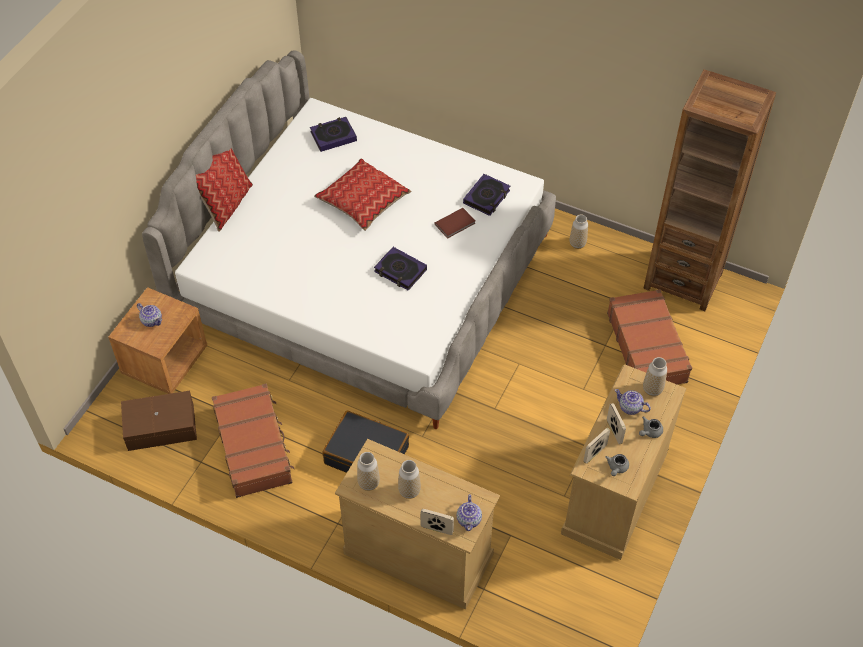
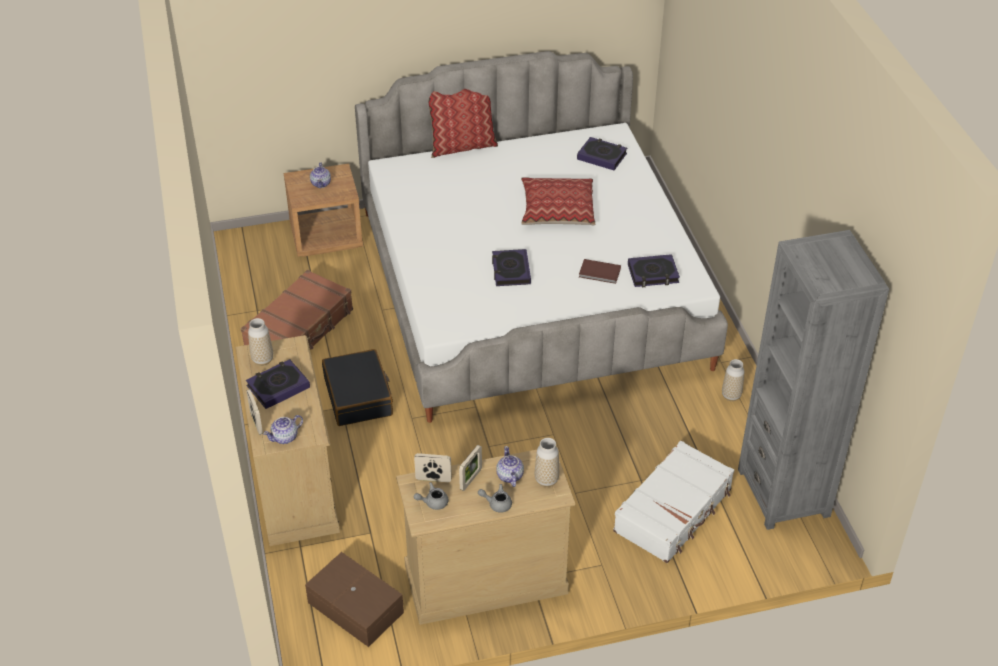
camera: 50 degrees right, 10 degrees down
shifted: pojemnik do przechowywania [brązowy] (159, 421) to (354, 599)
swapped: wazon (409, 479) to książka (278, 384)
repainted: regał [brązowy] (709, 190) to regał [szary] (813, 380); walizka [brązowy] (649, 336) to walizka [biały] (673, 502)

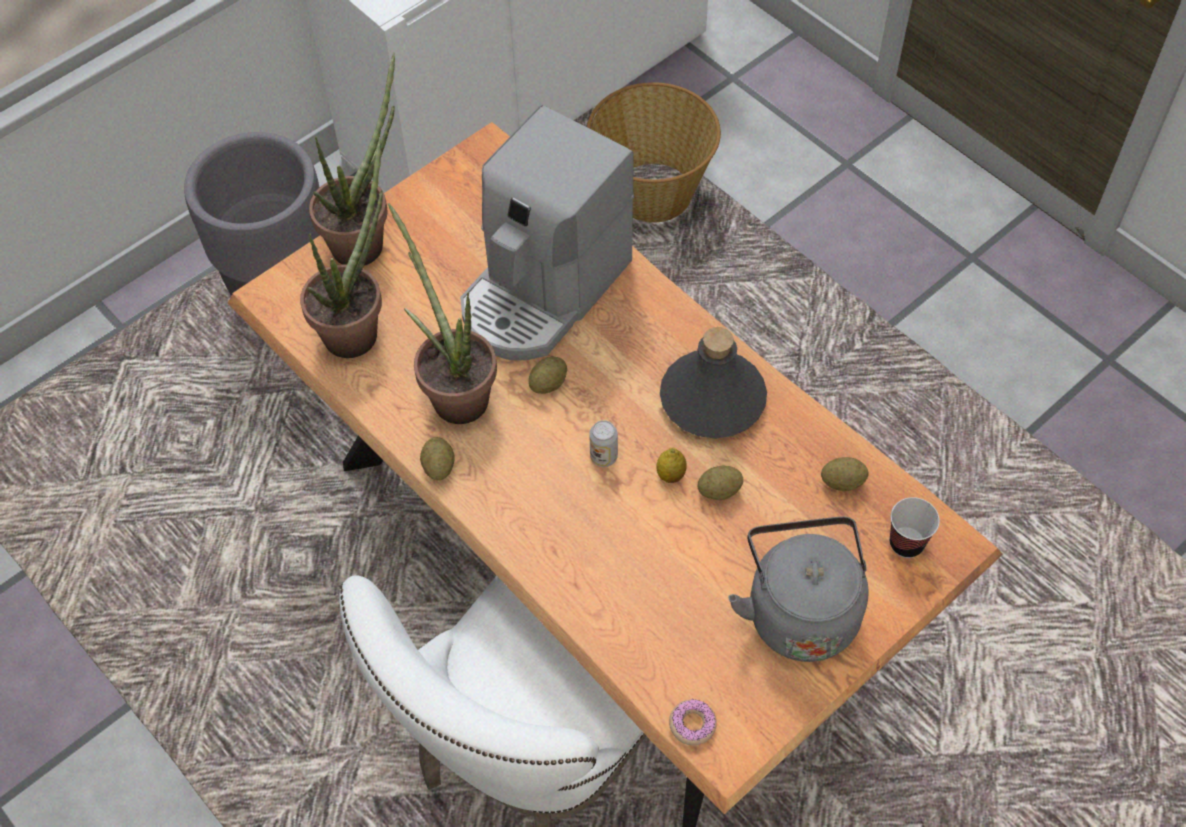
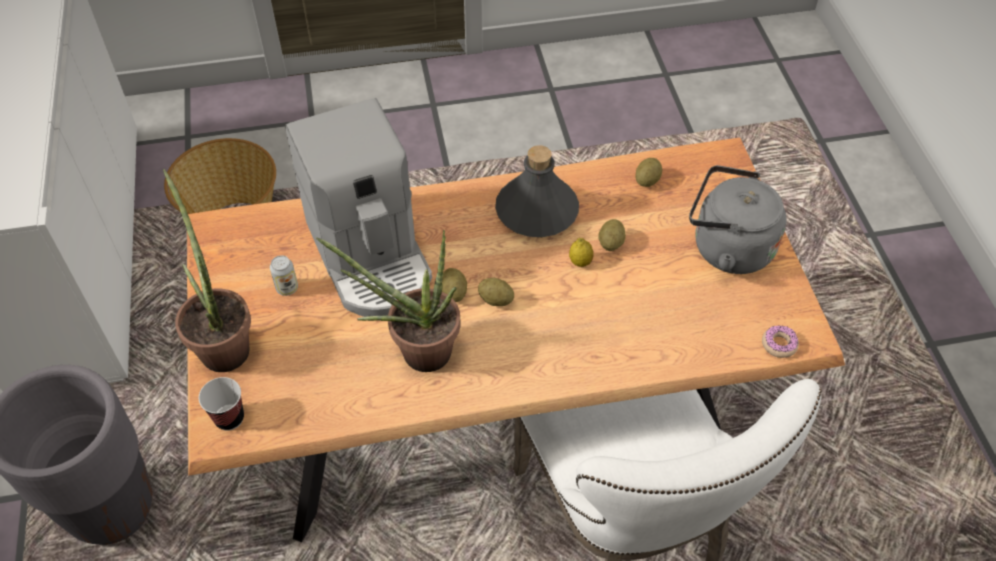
camera: 60 degrees left, 5 degrees down
gone: roślina doniczkowa (341, 247)
shifted: puszka (603, 443) to (284, 275); ziemniak (437, 459) to (496, 292); filiżanka (915, 527) to (221, 404)

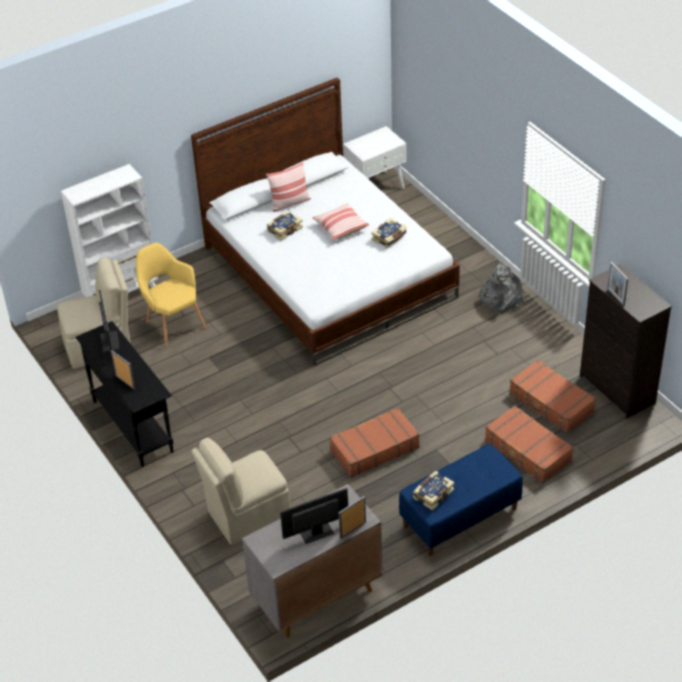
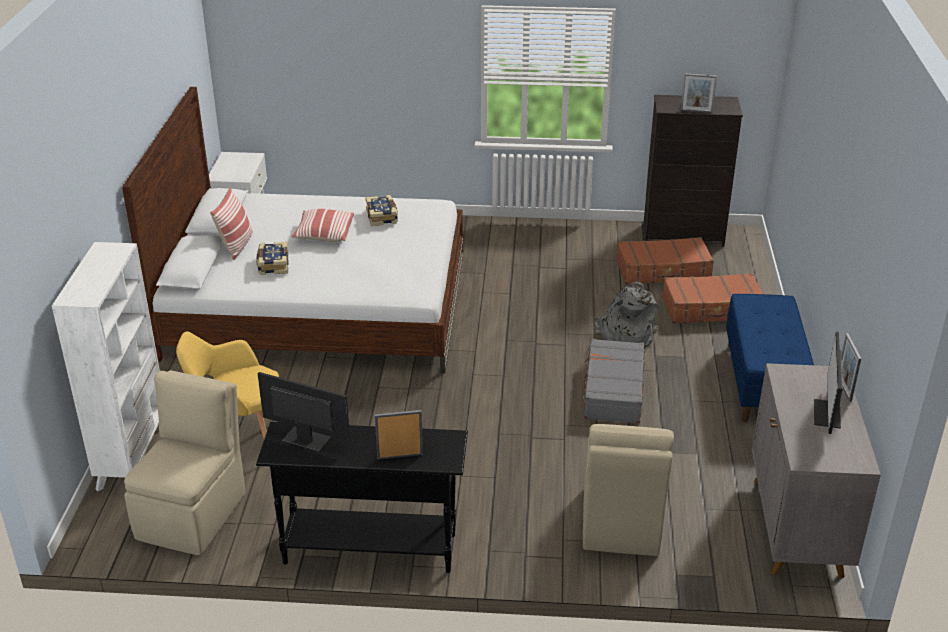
camera: 55 degrees left, 10 degrees down
gone: książka (434, 491)
shifted: plecak [szary] (500, 287) to (627, 314)
repainted: walizka [brązowy] (375, 442) to walizka [szary] (612, 381)

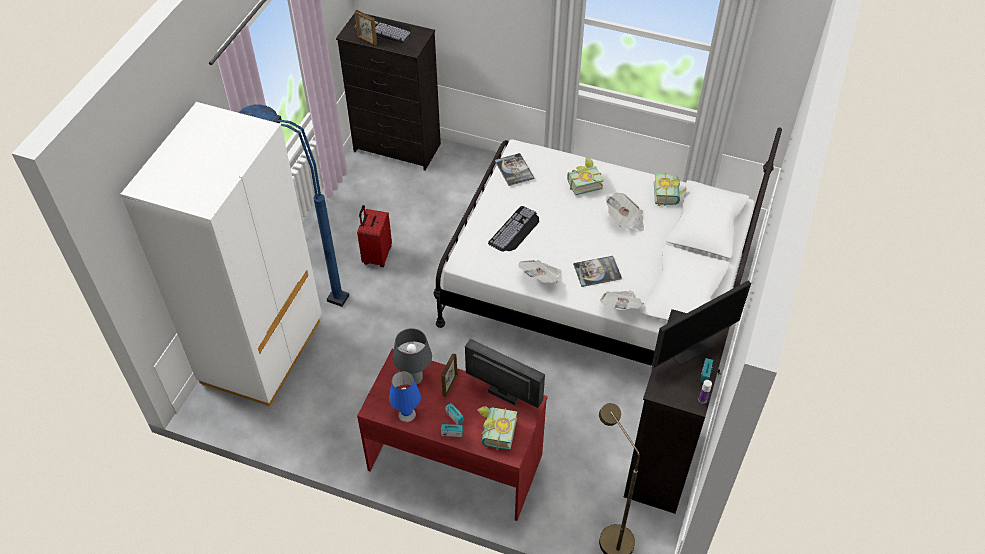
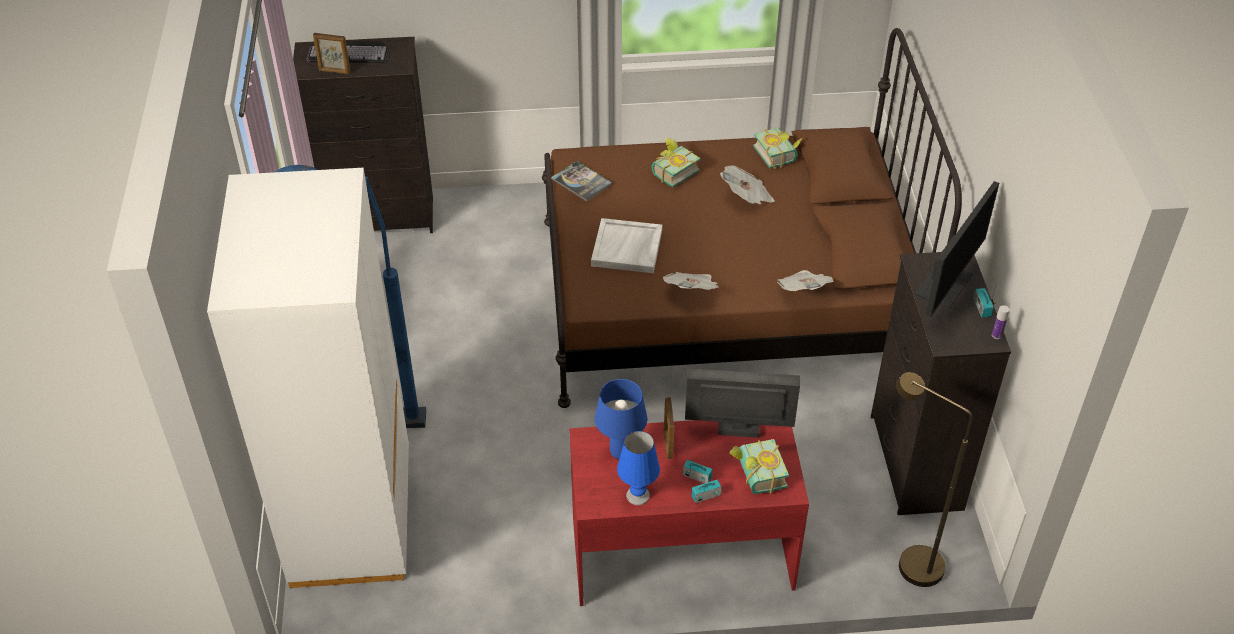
camera: 25 degrees left, 5 degrees down
gone: walizka [czerwony] (374, 236); książka (597, 271)
swapped: klawiatura (513, 229) to taca [biały] (626, 245)
repainted: łóżko [biały] (607, 247) to łóżko [brązowy] (752, 218); lampa stołowa [szary] (412, 356) to lampa stołowa [niebieski] (621, 419)

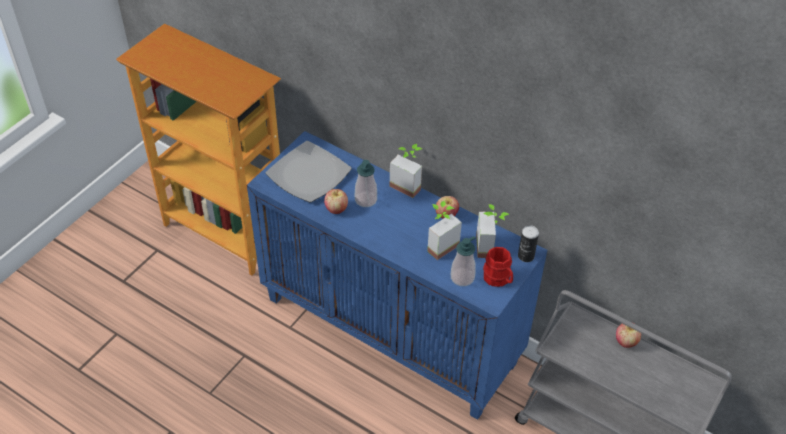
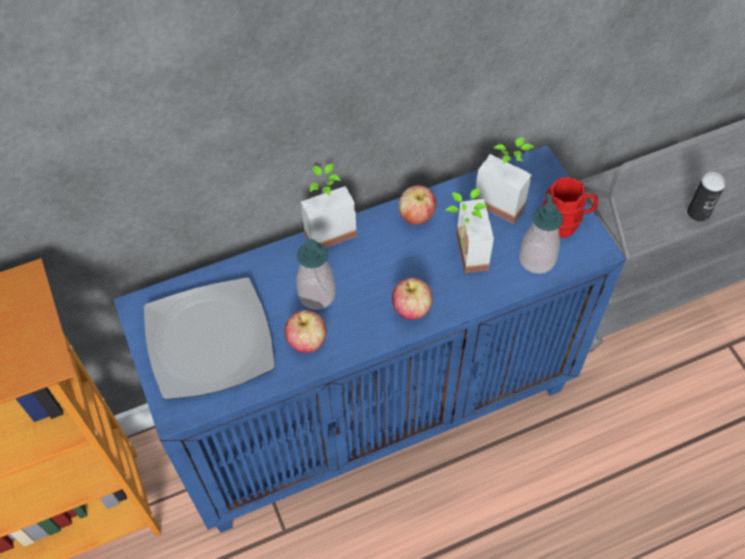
camera: 55 degrees left, 10 degrees up
shifted: puszka (528, 243) to (706, 197); jabłko (628, 336) to (412, 299)

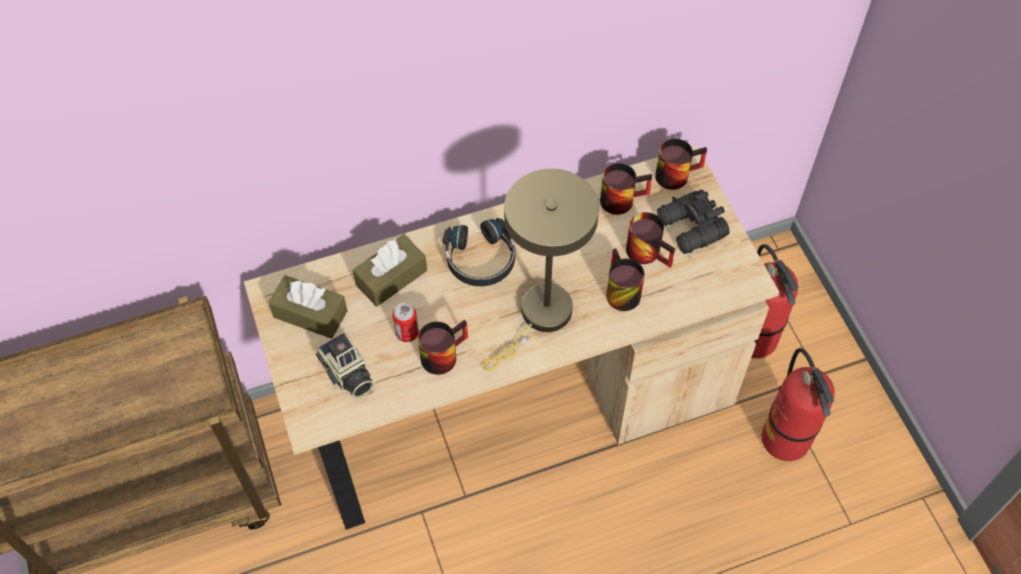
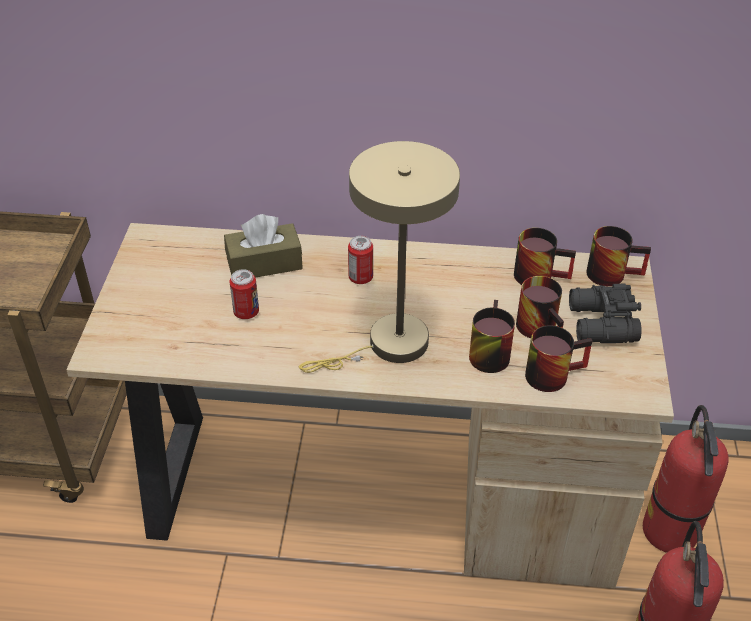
camera: 25 degrees right, 15 degrees down
gone: pudełko chusteczek [brązowy] (308, 307); aparat fotograficzny (345, 365)
shifted: kubek (443, 347) to (558, 358)
swapped: słuchawki [czarny] (479, 252) to puszka (360, 260)

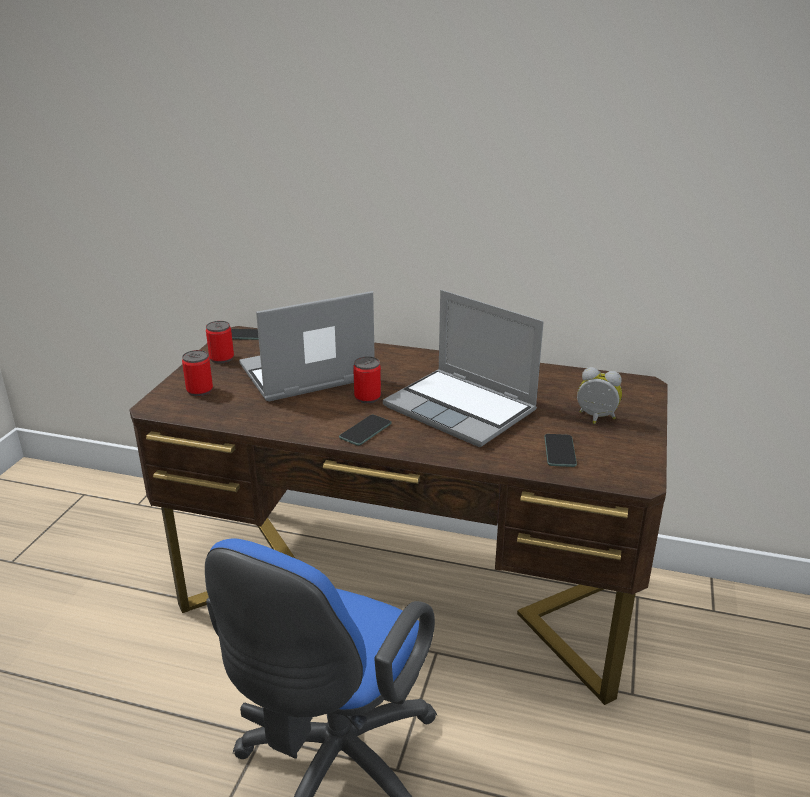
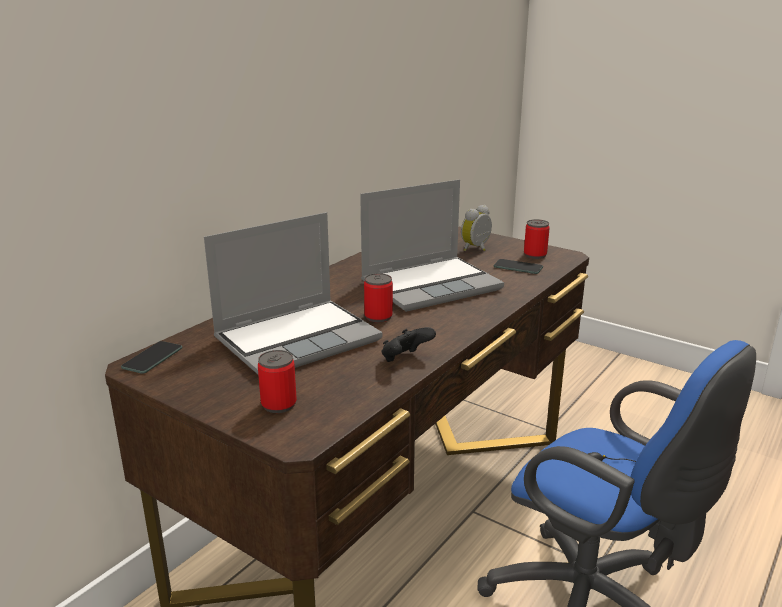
camera: 70 degrees left, 5 degrees down
gone: telefon (365, 430)
new: pad do gier [czarny] (409, 344)
shifted: puszka (220, 342) to (537, 239)
rotated: laptop (307, 346) = (293, 293) 120 degrees counterclockwise

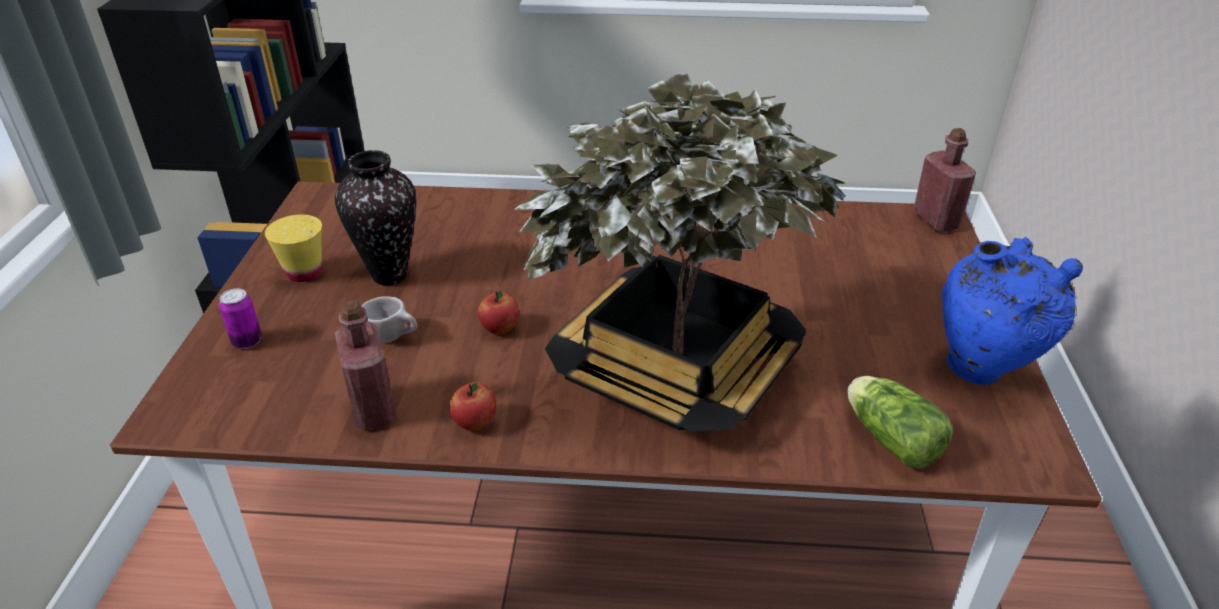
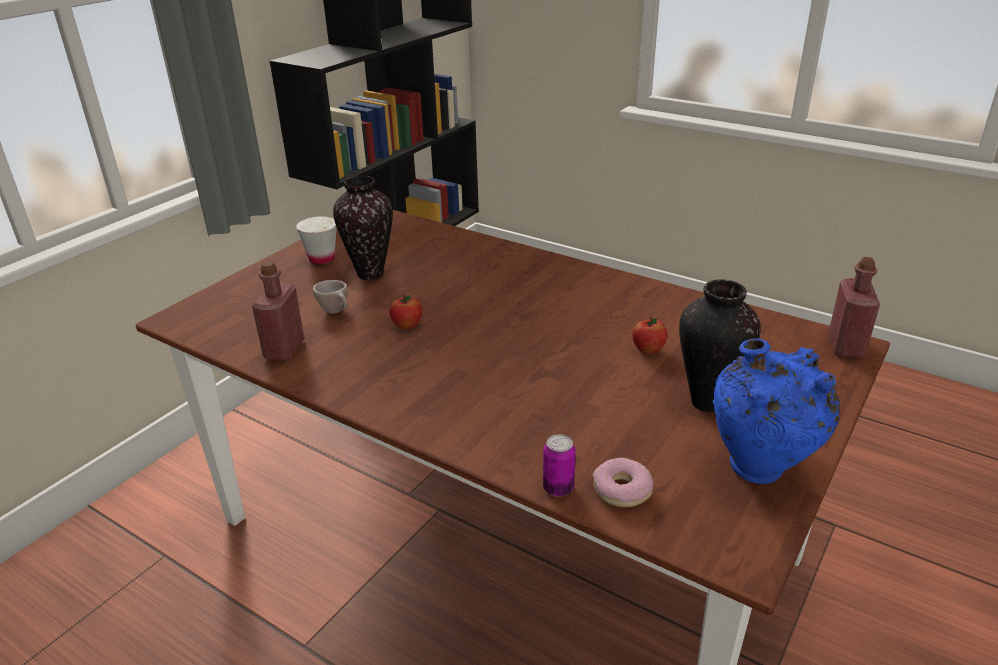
camera: 30 degrees right, 5 degrees down
gone: roślina doniczkowa (679, 252)
new: wazon (720, 345)
shifted: puszka (240, 318) to (559, 465); jabłko (472, 406) to (649, 335)
swapped: sałata (900, 422) to donut (623, 482)
repainted: filiżanka [żółty] (293, 248) to filiżanka [biały] (316, 240)

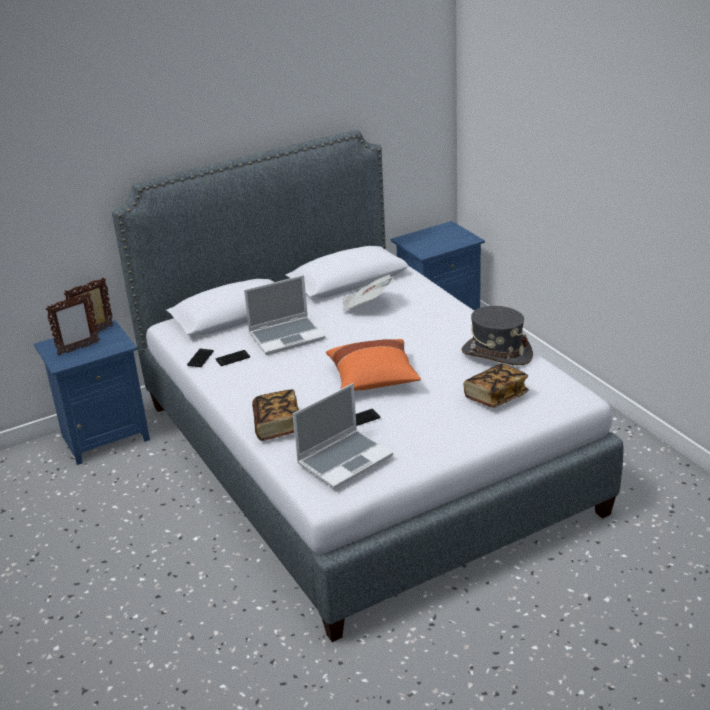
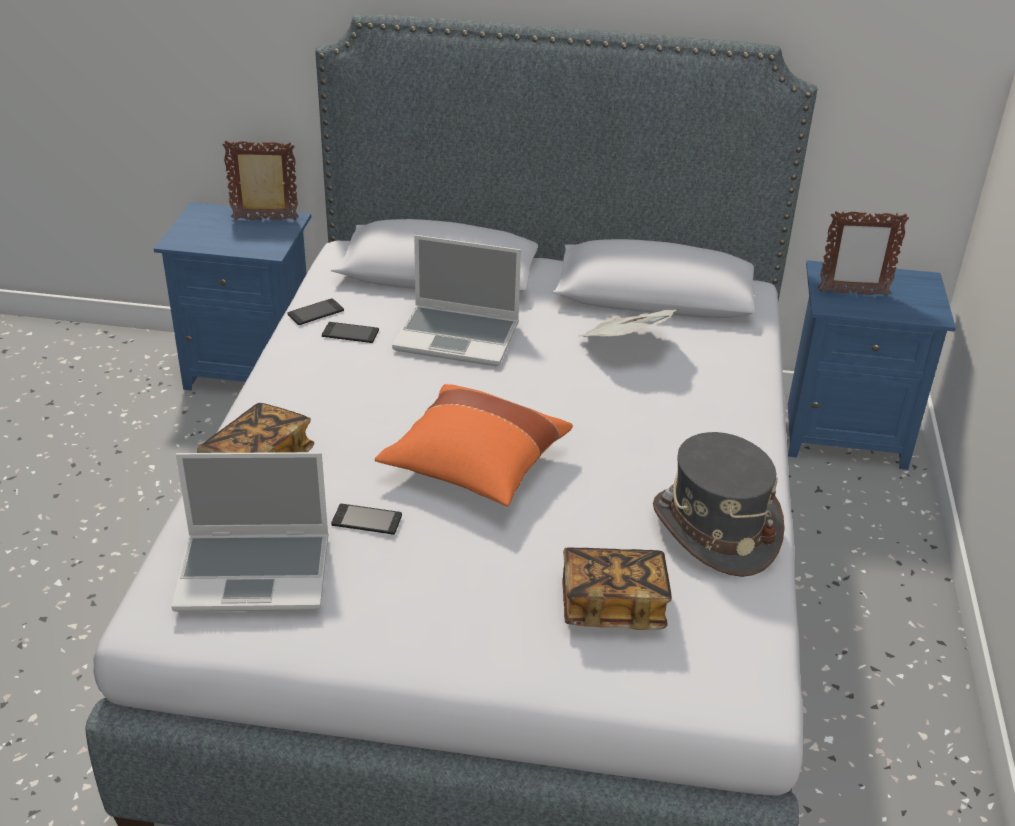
camera: 35 degrees right, 5 degrees up
shifted: ramka na zdjęcie (72, 324) to (863, 253)

